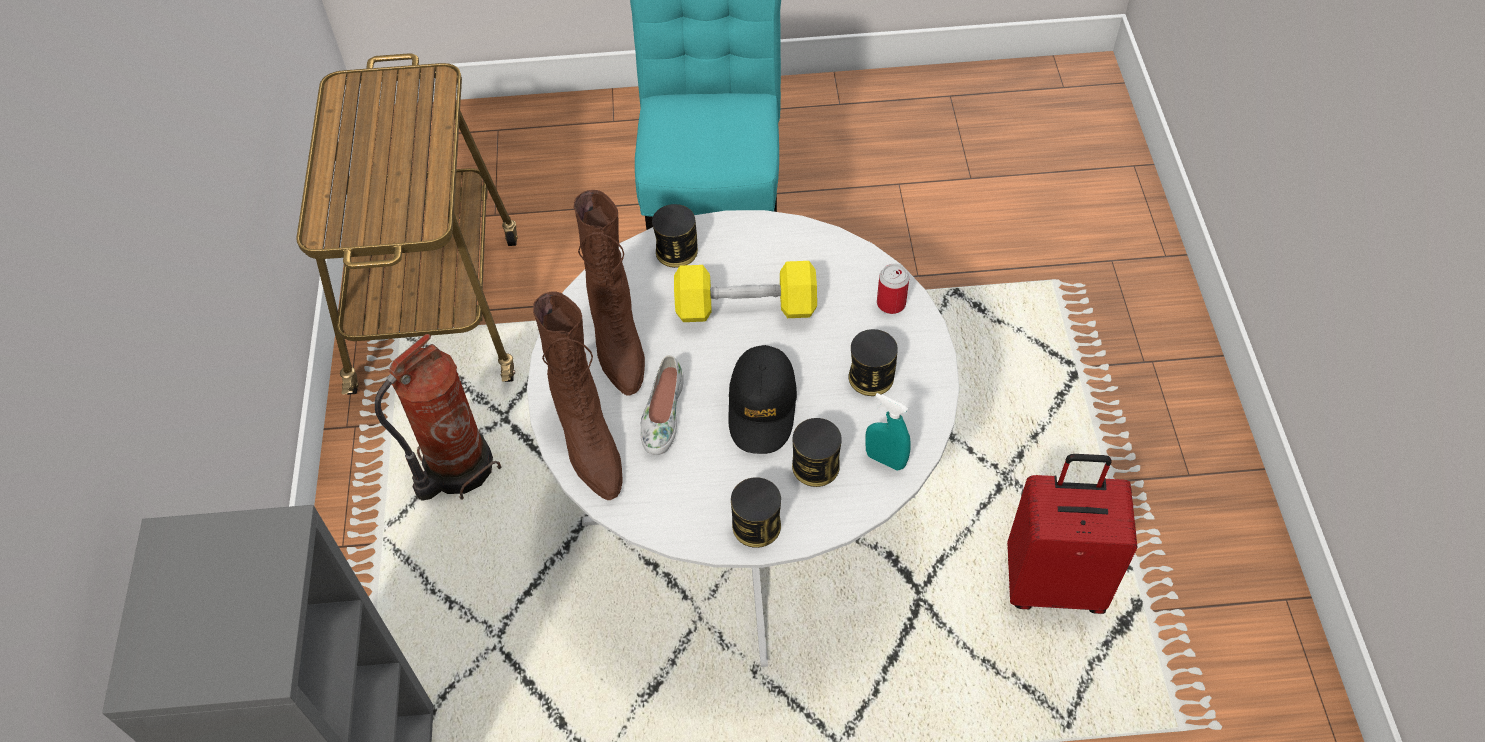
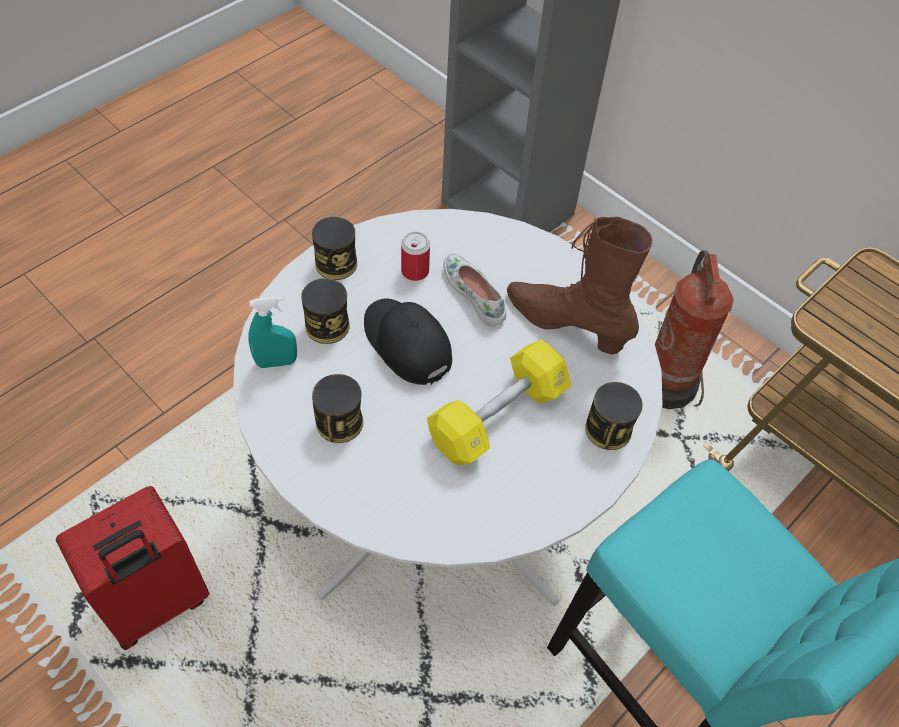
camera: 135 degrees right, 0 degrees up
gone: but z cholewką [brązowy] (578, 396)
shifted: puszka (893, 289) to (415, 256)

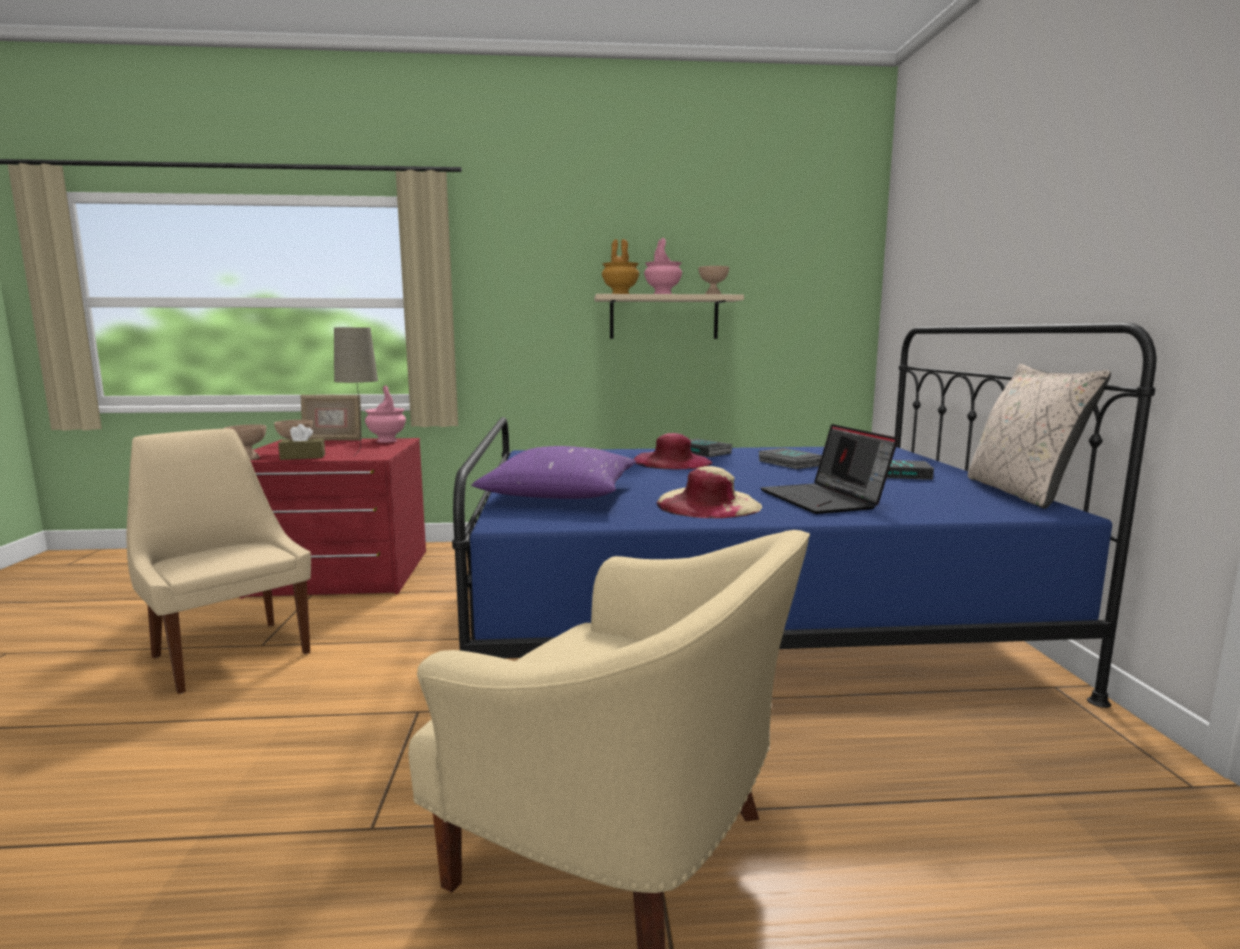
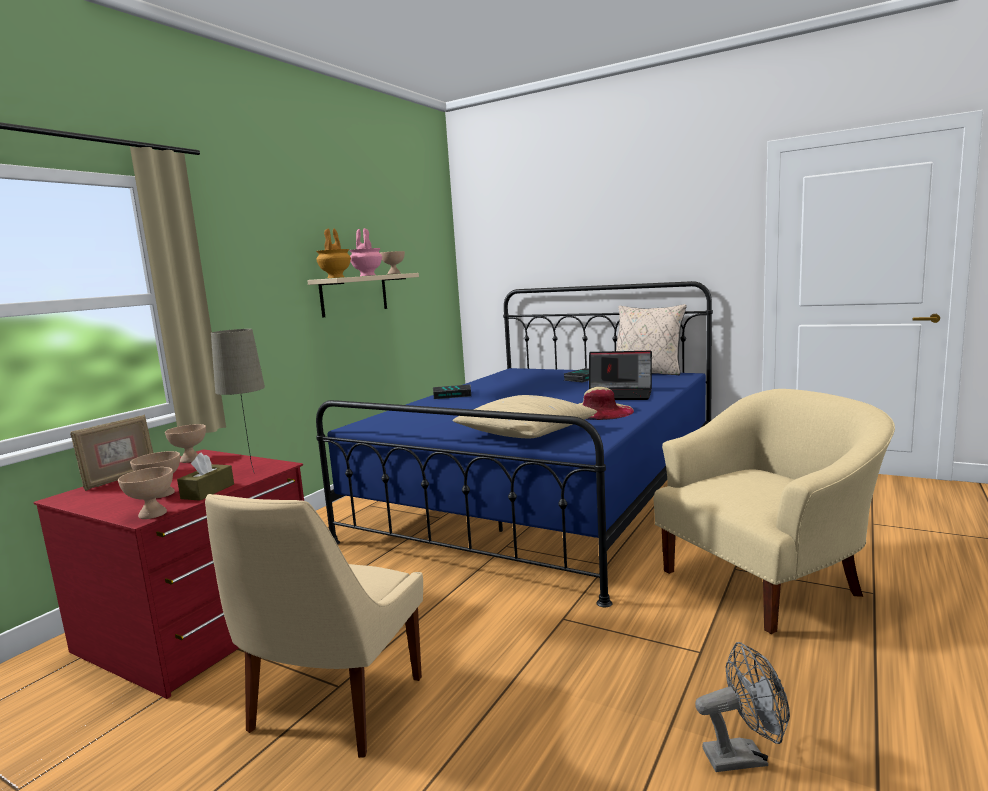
camera: 55 degrees left, 0 degrees up
gone: kapelusz [różowy] (673, 451); książka (790, 458)
new: wentylator [szary] (742, 707)
swapped: wazon [różowy] (385, 414) to miska [beżowy] (185, 443)
repainted: poduszka [fioletowy] (554, 472) to poduszka [beżowy] (525, 416)
rotated: krzesło [beżowy] (219, 561) = (314, 626) 60 degrees counterclockwise

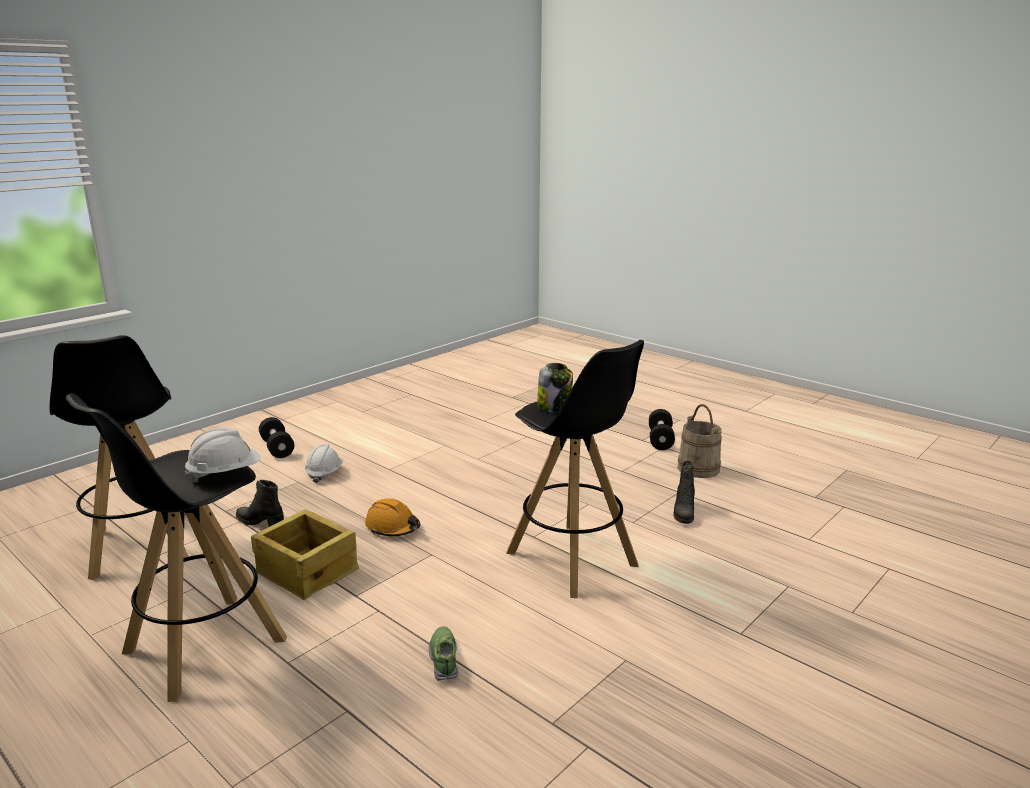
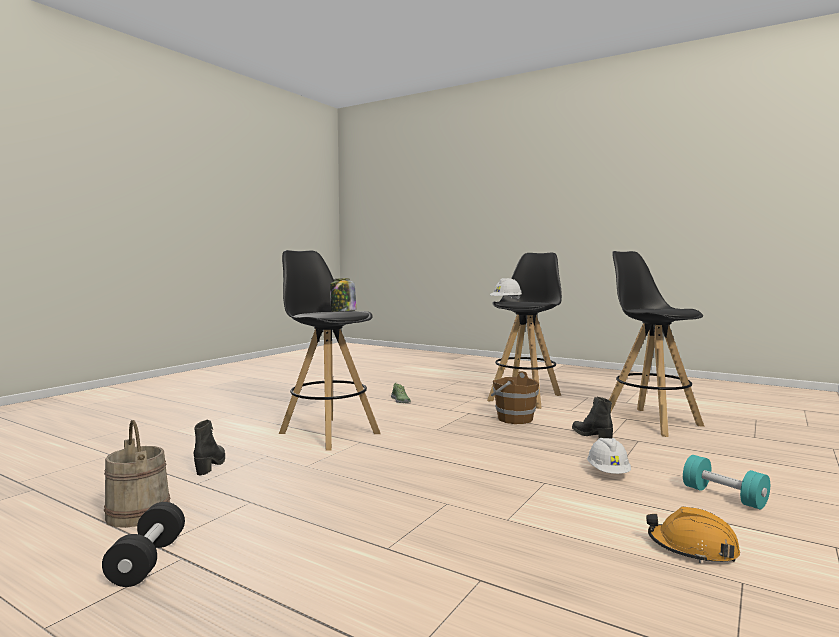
camera: 170 degrees right, 15 degrees down
shifted: kask [pomarańczowy] (392, 517) to (693, 534)
swapped: skrzynka (305, 555) to wiadro [brązowy] (515, 397)
repainted: hantel [czarny] (276, 437) to hantel [turkusowy] (726, 482)
rotated: but z cholewką [czarny] (260, 503) = (592, 418) 135 degrees counterclockwise

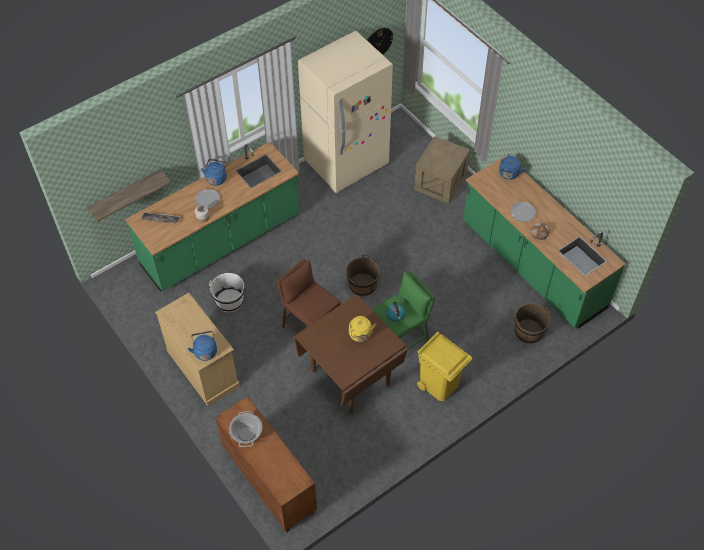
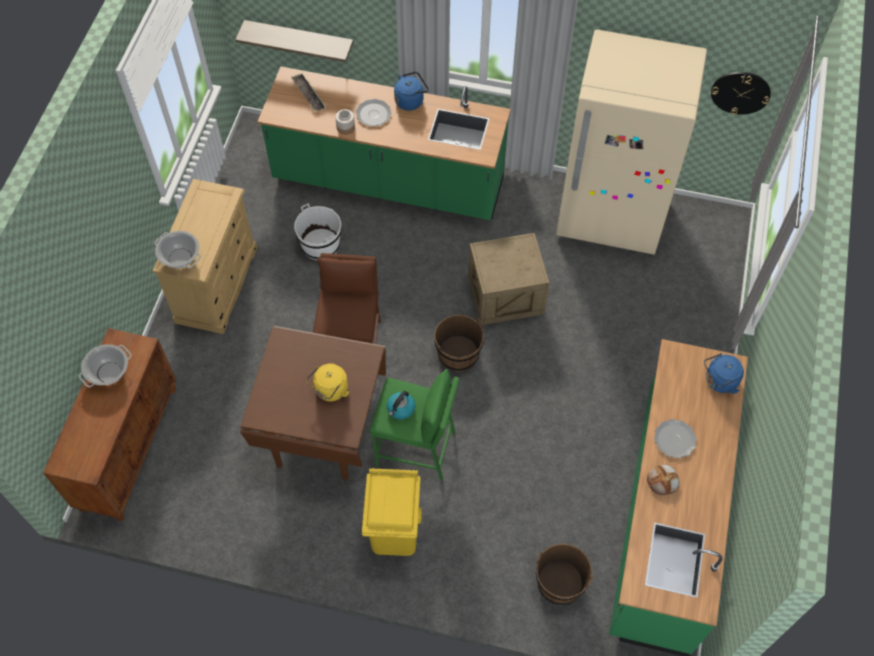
camera: 50 degrees right, 5 degrees up
shifted: skrzynka (442, 170) to (508, 279)
swapped: czajnik [niebieski] (202, 346) to garnek (177, 249)

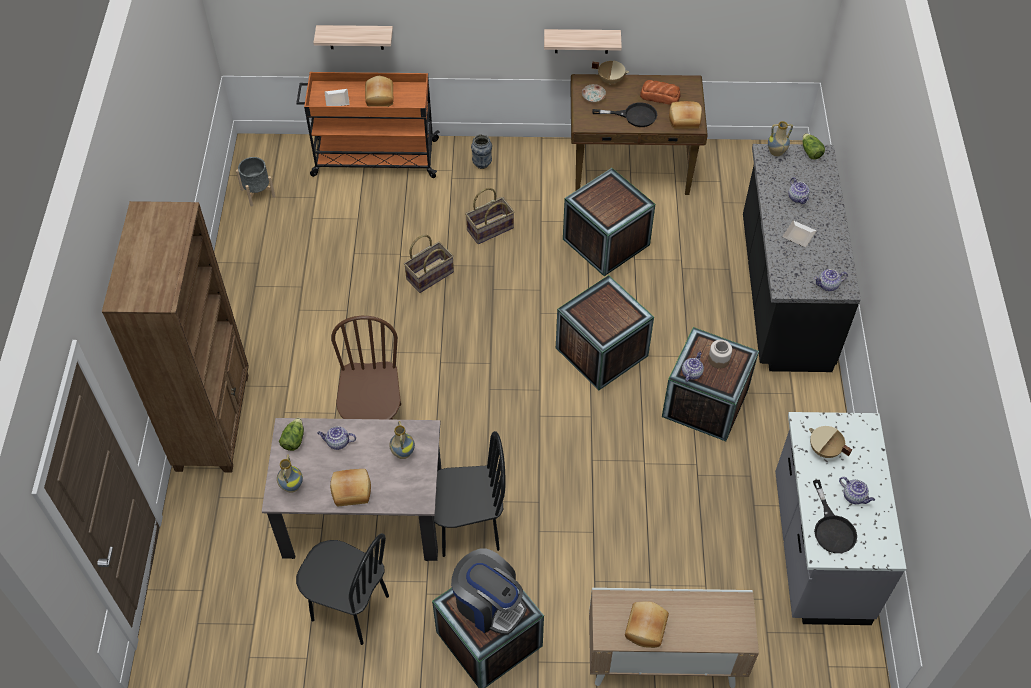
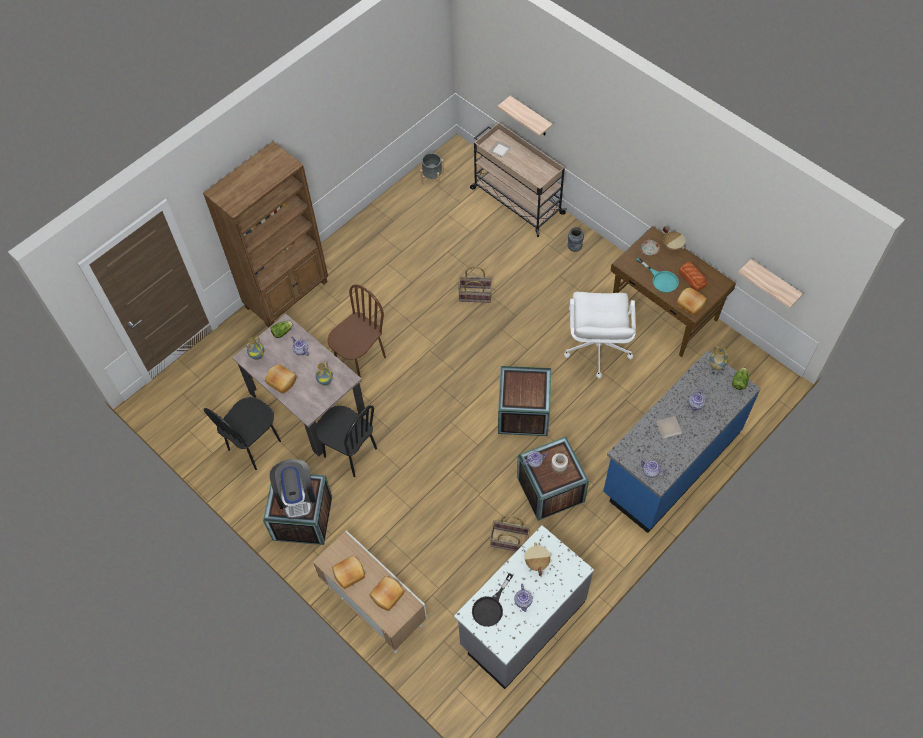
camera: 45 degrees right, 5 degrees up
shifted: półka (583, 41) to (770, 283); chleb (379, 91) to (386, 593); koszyk (489, 216) to (510, 533)
swapped: skrzynka (609, 222) to krzesło biurowe [biały] (600, 335)
repainted: wózek [pomarańczowy] (368, 125) to wózek [beżowy] (518, 179); patelnia [czarny] (624, 114) to patelnia [turkusowy] (658, 275); zabudowa kuchenna [czarny] (802, 258) to zabudowa kuchenna [niebieski] (682, 441)
rotated: krzesło [czarny] (342, 589) = (242, 433) 60 degrees clockwise

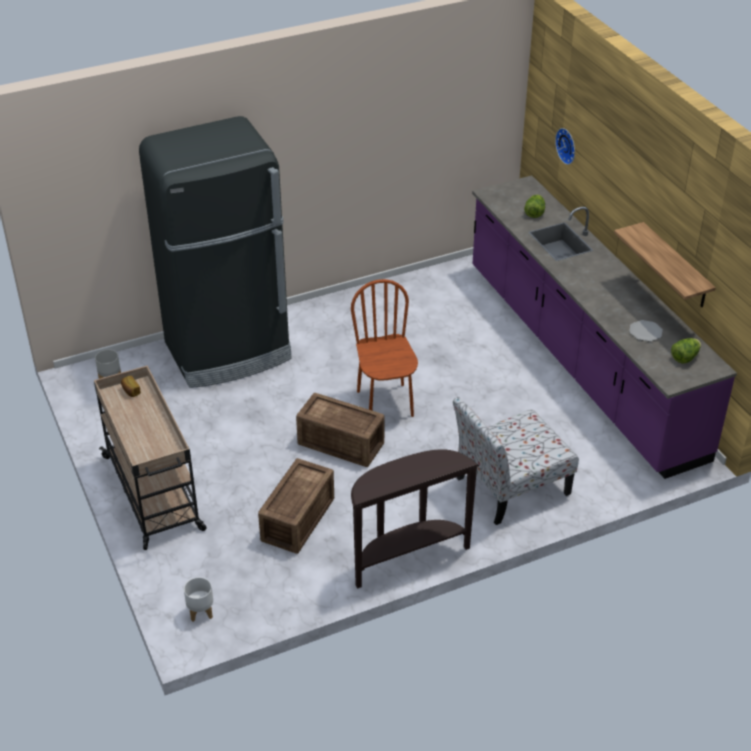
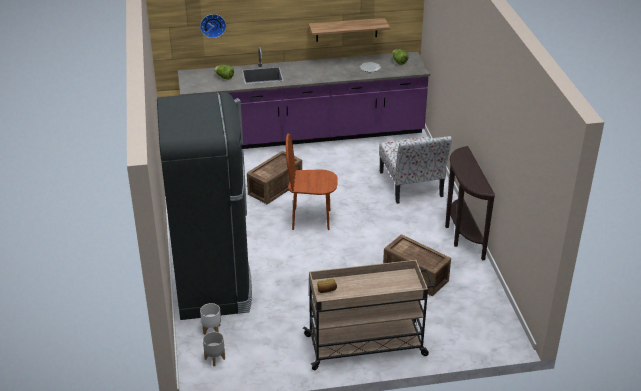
camera: 75 degrees left, 5 degrees down
shifted: skrzynka (340, 430) to (274, 177); donica [biały] (198, 599) to (210, 319)

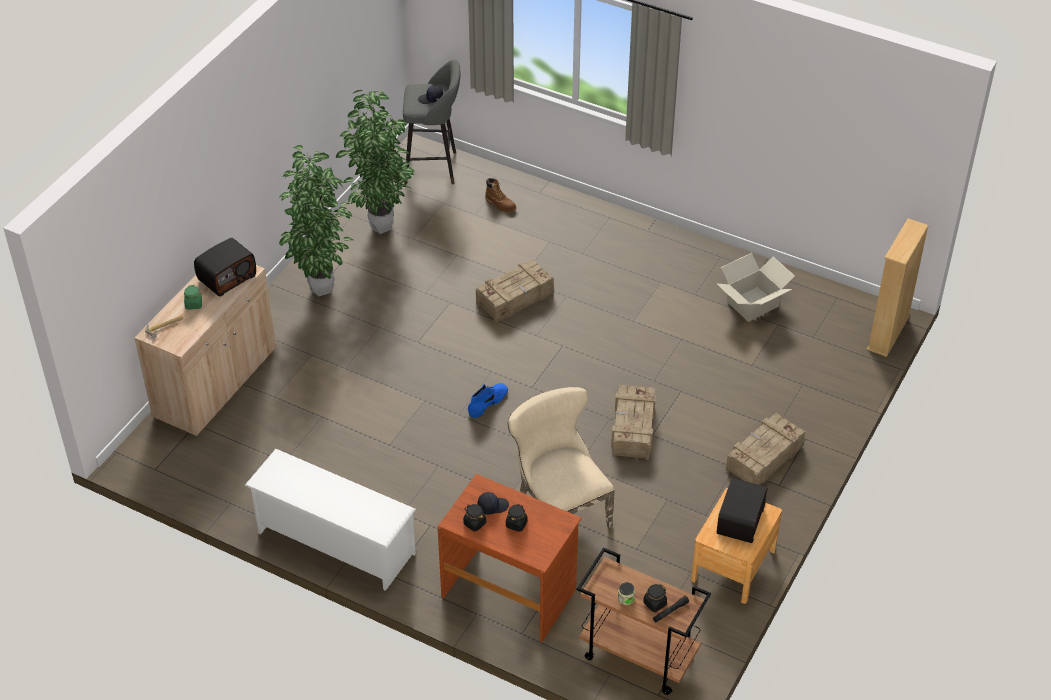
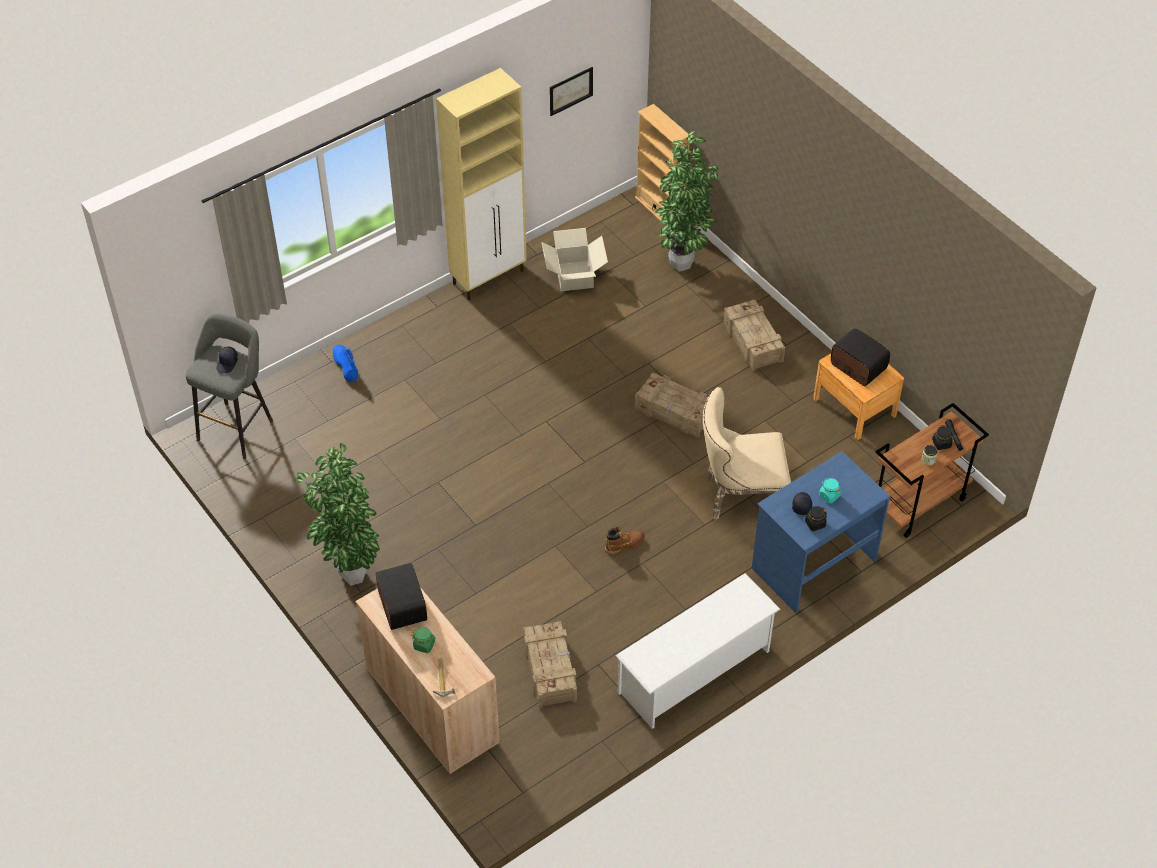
camera: 65 degrees left, 5 degrees up
new: obraz (571, 91); szafka [beżowy] (481, 184)
shifted: roślina doniczkowa (375, 162) to (687, 201); but z cholewką [brązowy] (500, 195) to (624, 540); skrzynka (515, 291) to (550, 664); but z cholewką [niebieski] (488, 400) to (345, 363)
repainted: biurko [brązowy] (509, 558) to biurko [niebieski] (821, 532); słoik [czarny] (517, 518) to słoik [turkusowy] (830, 490)

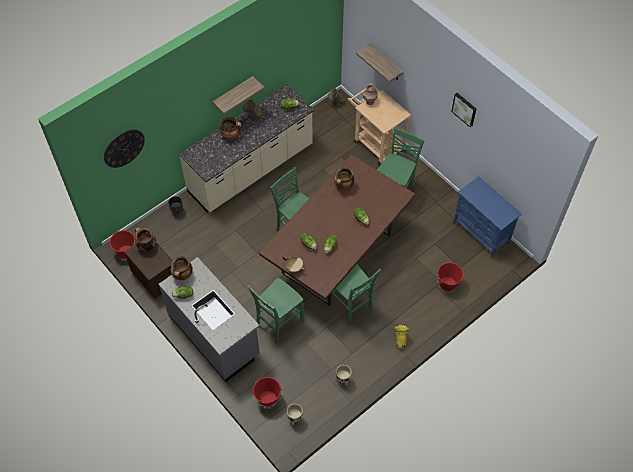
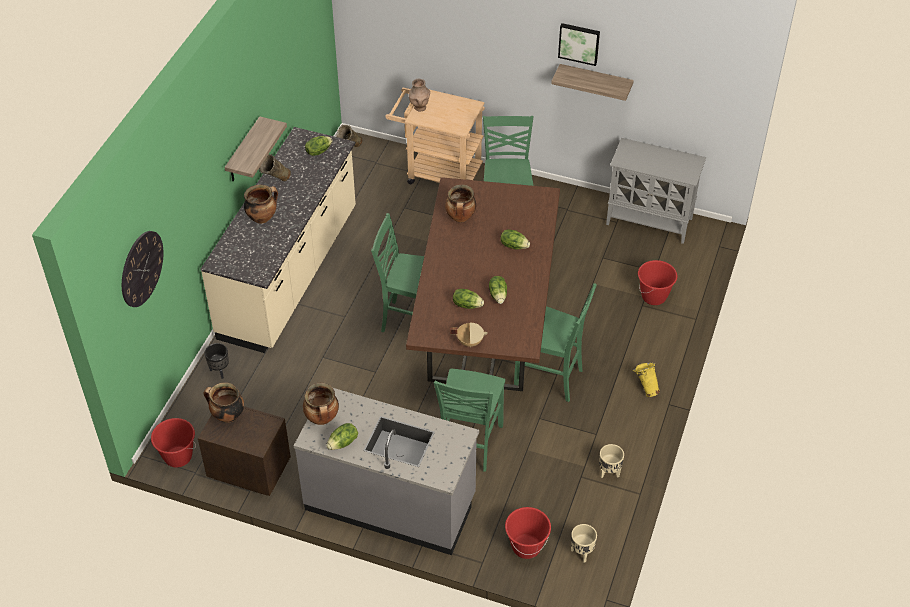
camera: 30 degrees left, 10 degrees down
shifted: półka (379, 63) to (592, 82)
repainted: szafka [niebieski] (487, 217) to szafka [szary] (656, 191)

